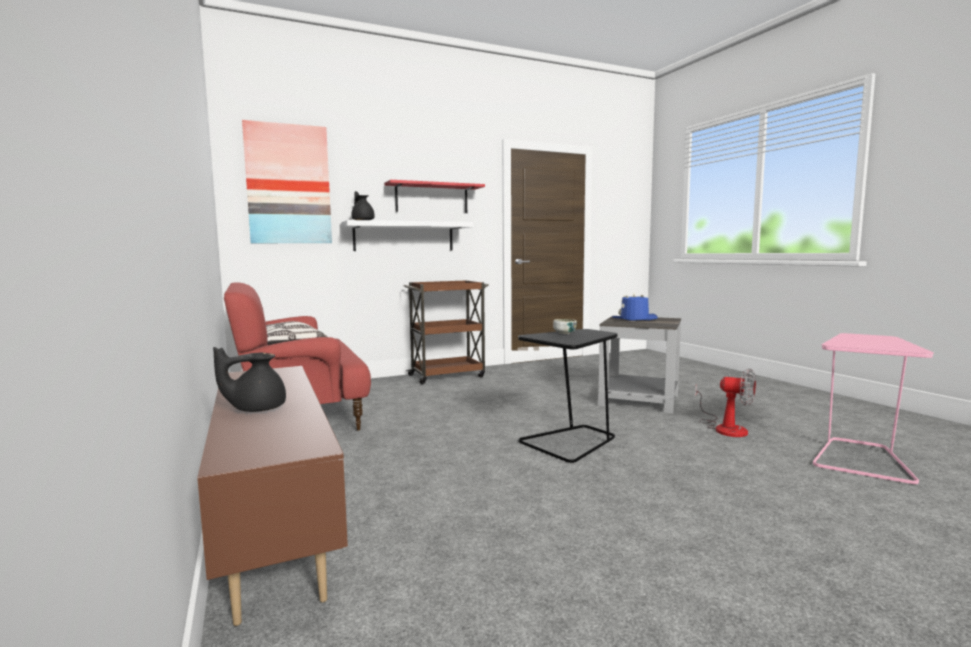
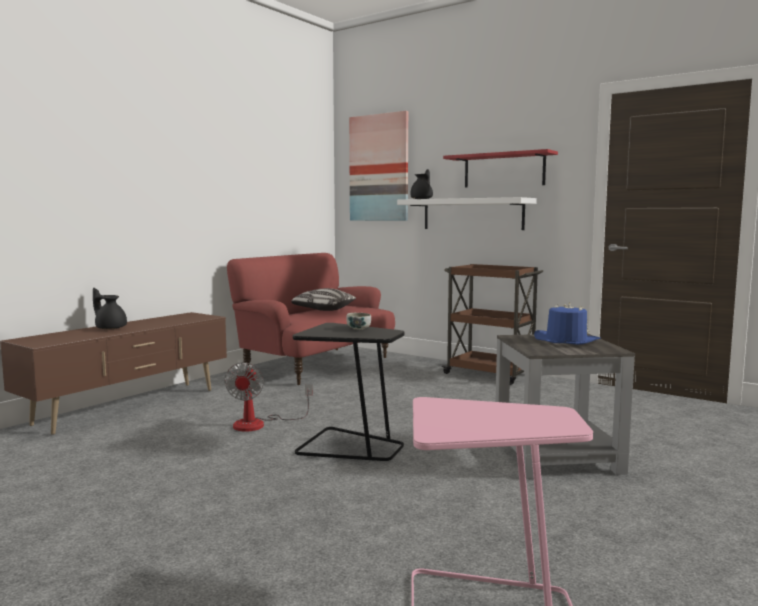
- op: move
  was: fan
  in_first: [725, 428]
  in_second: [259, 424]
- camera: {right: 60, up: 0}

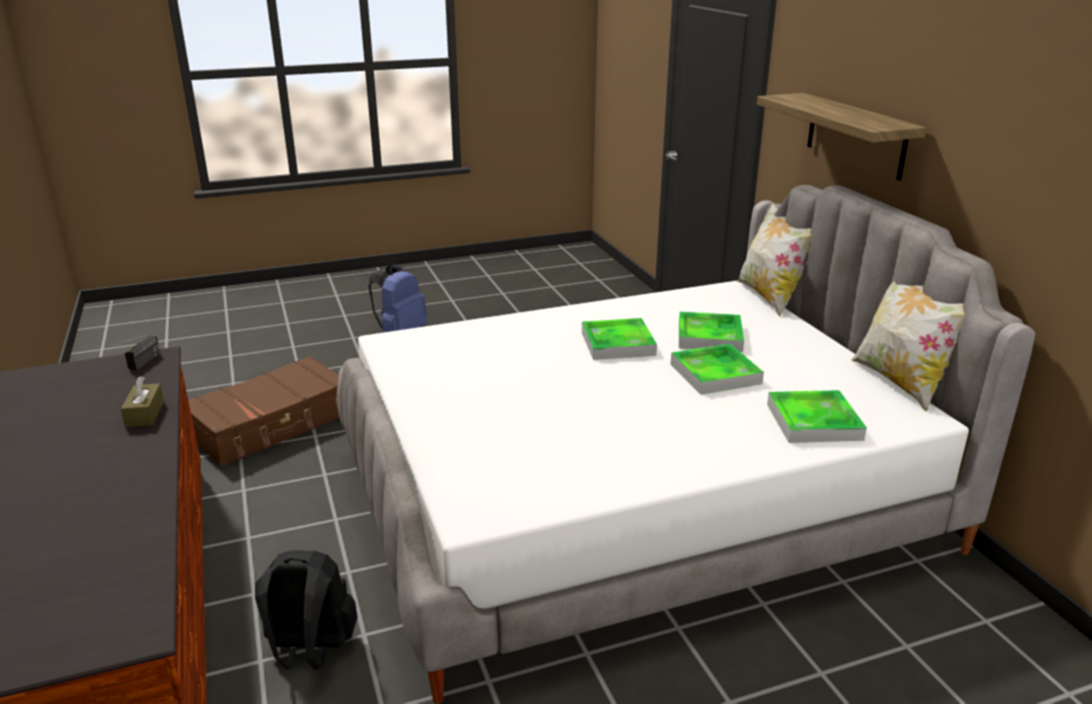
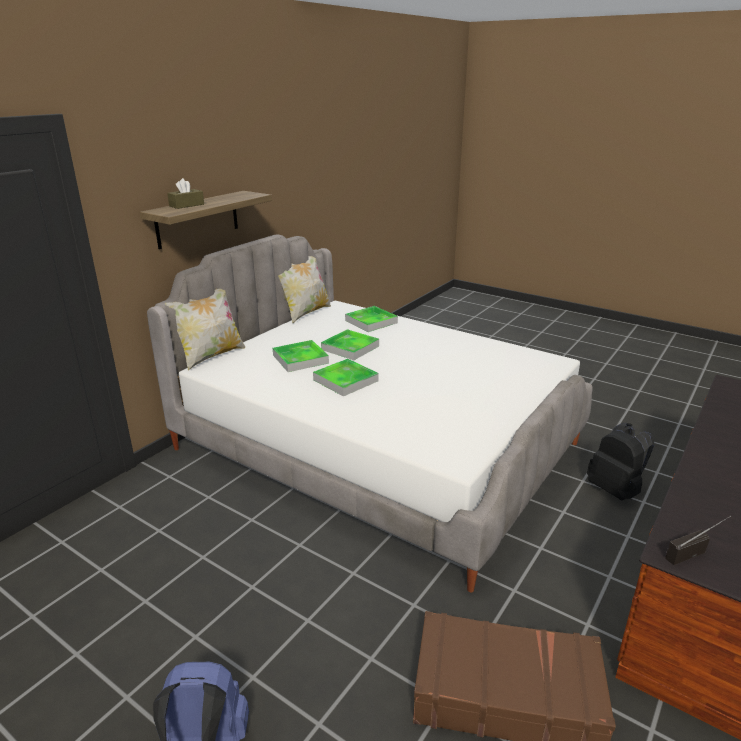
- op: move
  was: tissue box in brown
  in_first: [145, 414]
  in_second: [186, 205]
- camera: {right: -125, up: 0}

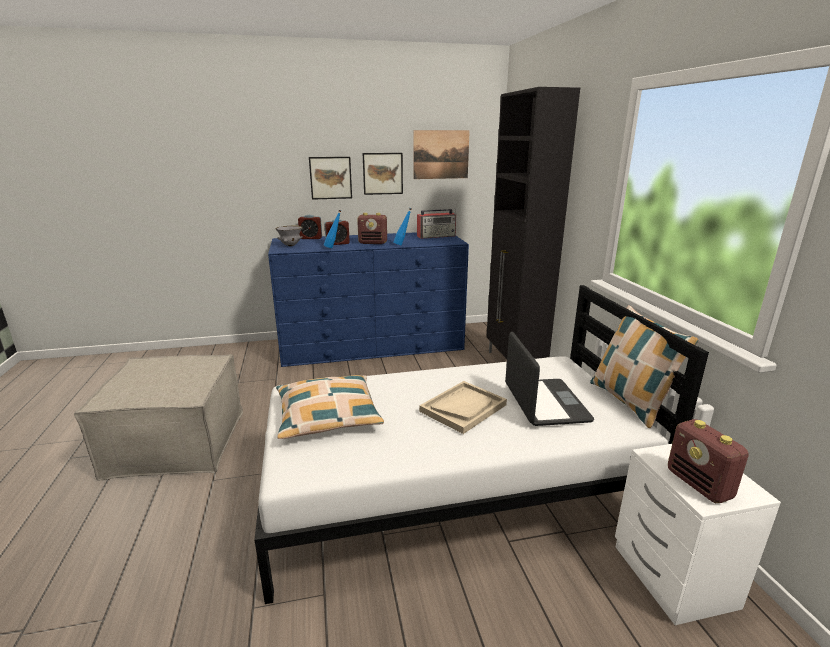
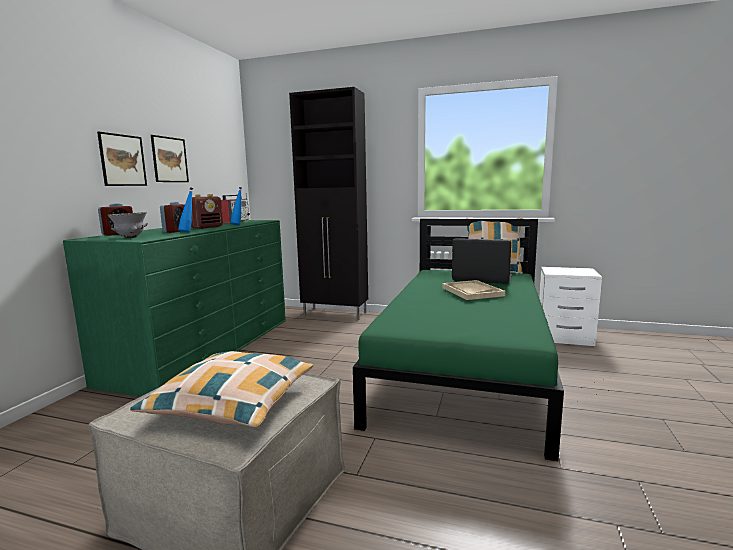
- op: recolor
  was: dresser in blue
  now: dresser in green
  in_first: [372, 344]
  in_second: [205, 348]
- op: move
  was: pillow
  in_first: [327, 415]
  in_second: [233, 401]
- op: recolor
  was: bed in white
  now: bed in green
  in_first: [452, 490]
  in_second: [465, 366]
- op: delete
  was: picture
  in_first: [441, 154]
- op: delete
  was: radio
  in_first: [699, 485]
- camera: {right: -60, up: -10}

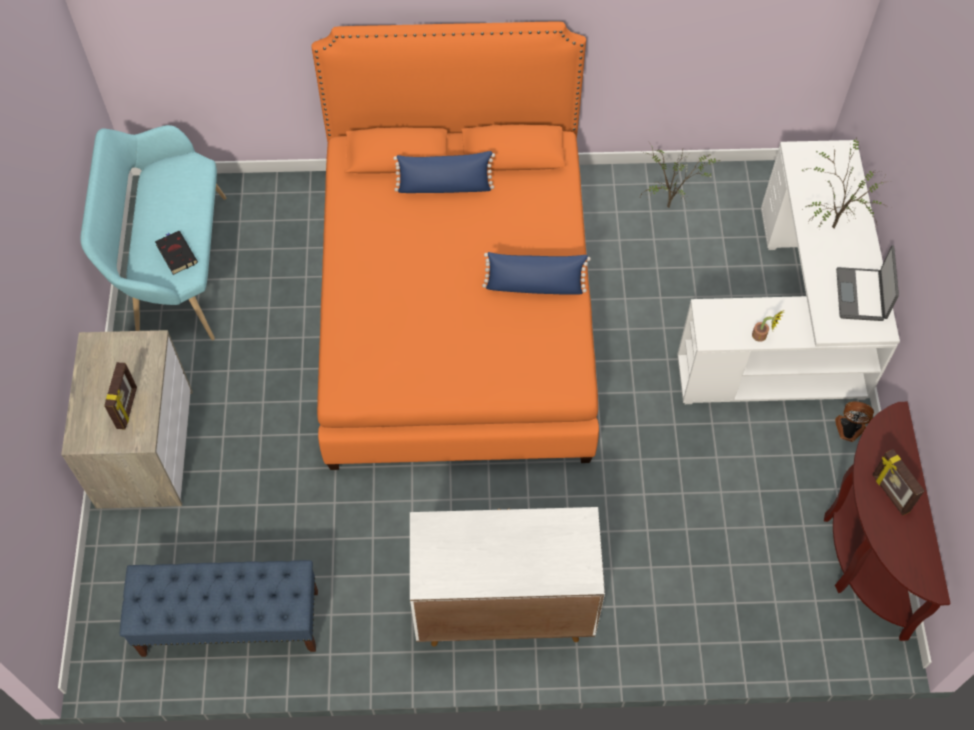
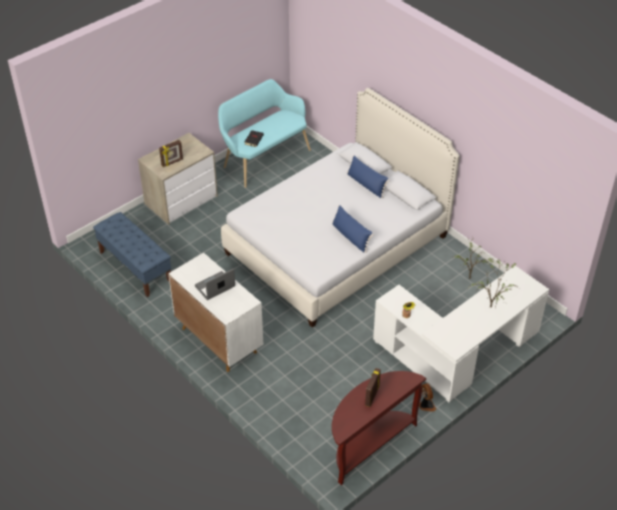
- op: move
  was: laptop
  in_first: [862, 295]
  in_second: [215, 287]
- op: recolor
  was: bed in orange
  now: bed in white
  in_first: [455, 310]
  in_second: [337, 244]
- camera: {right: 50, up: -15}

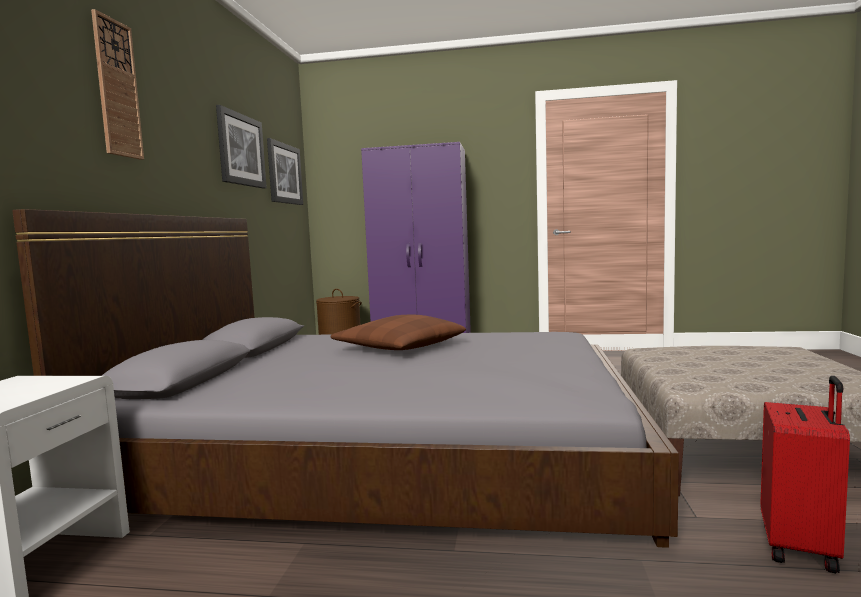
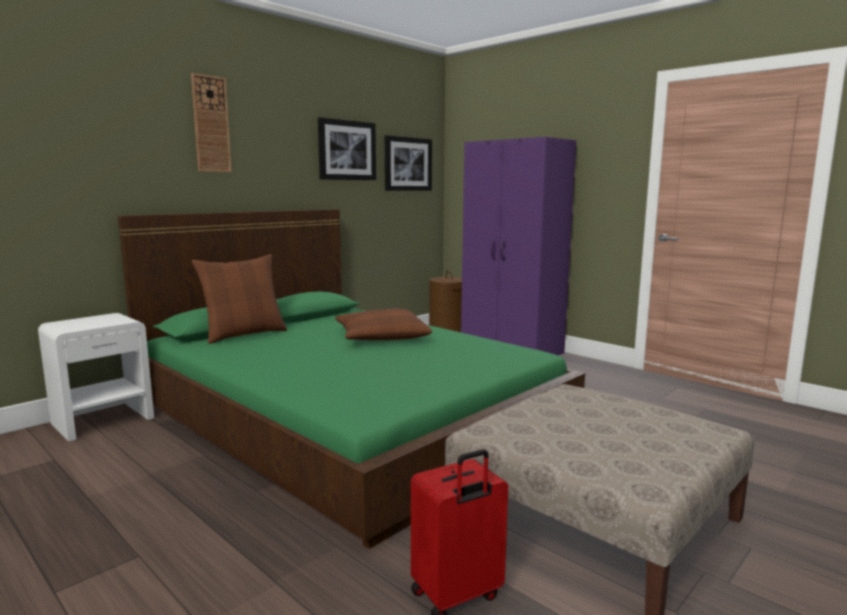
- op: recolor
  was: bed in grey
  now: bed in green
  in_first: [387, 446]
  in_second: [346, 414]
- op: insert
  now: pillow in brown
  in_second: [244, 334]
- camera: {right: 35, up: 5}

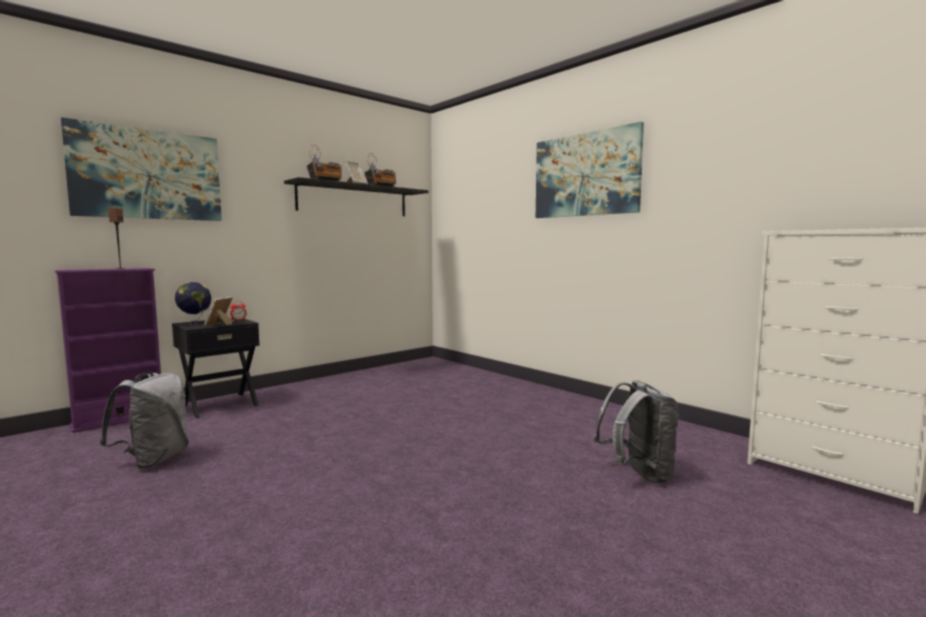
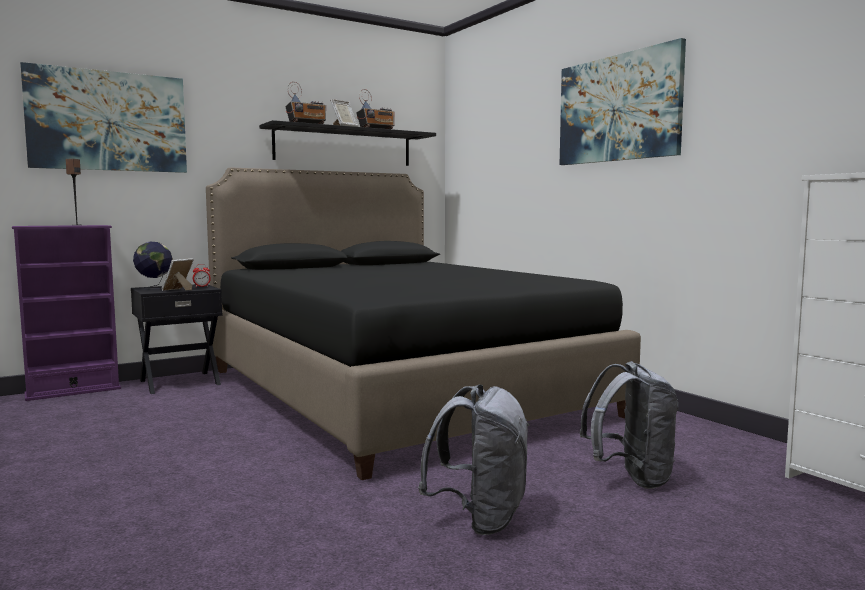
- op: insert
  now: bed in black
  in_second: [397, 391]
- op: move
  was: backpack in grey
  in_first: [154, 460]
  in_second: [480, 519]
- camera: {right: 10, up: 0}

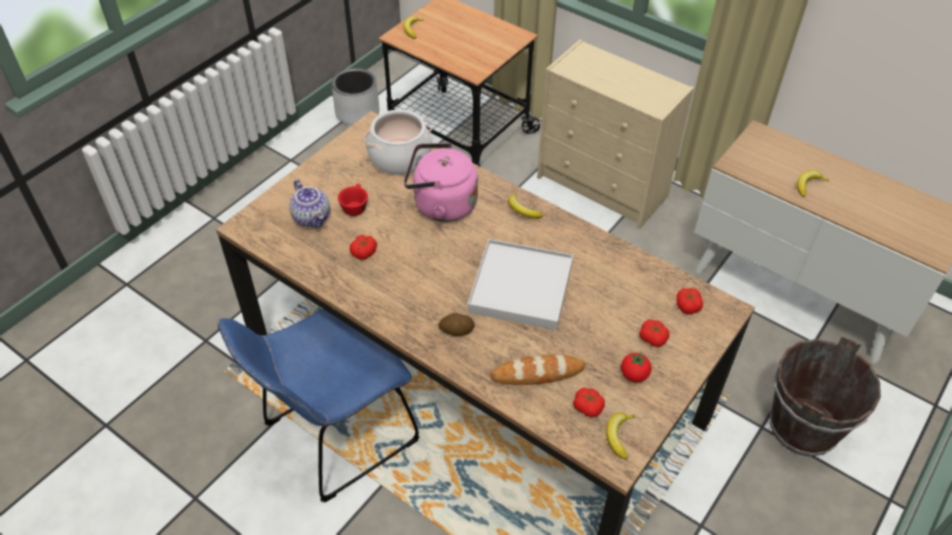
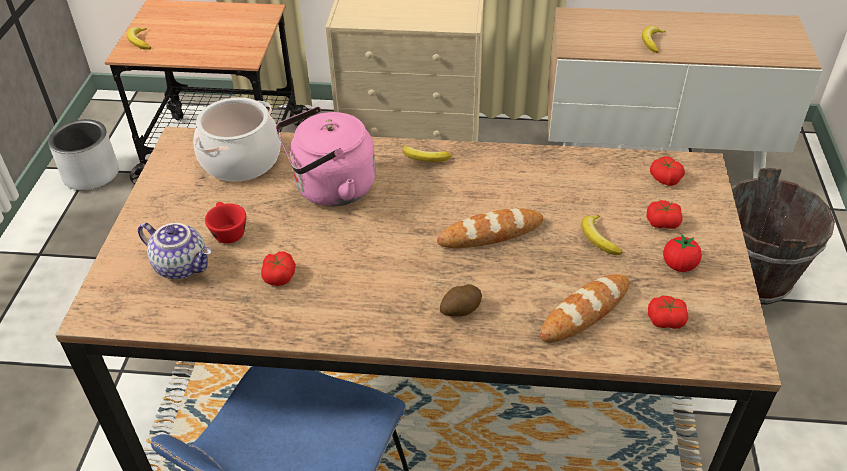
- op: replace
  was: tray in white
  now: bread
  in_first: [521, 287]
  in_second: [490, 233]
- op: move
  was: banana
  in_first: [618, 436]
  in_second: [598, 239]
- camera: {right: -30, up: -5}

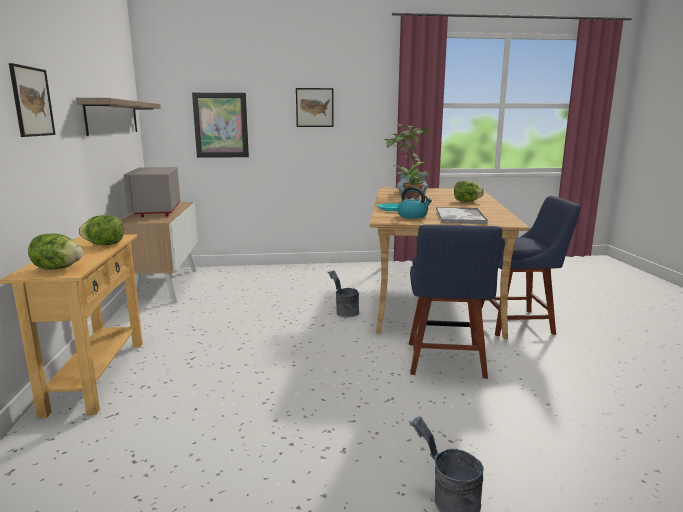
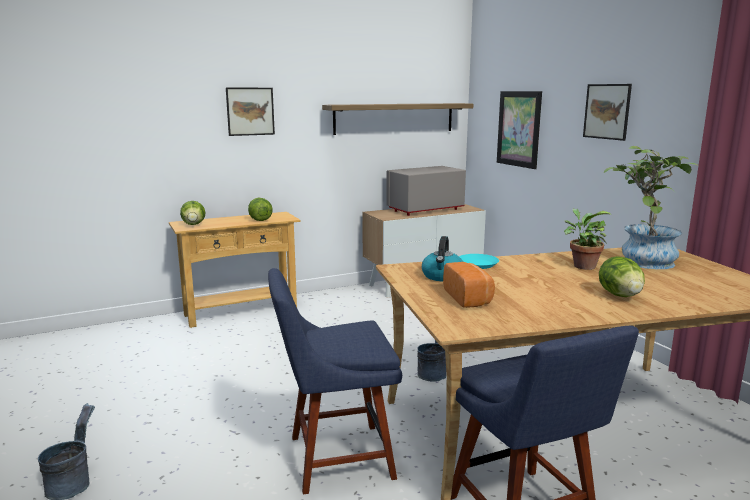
- op: replace
  was: tray
  now: bread
  in_first: [460, 217]
  in_second: [469, 298]
- camera: {right: 70, up: 0}

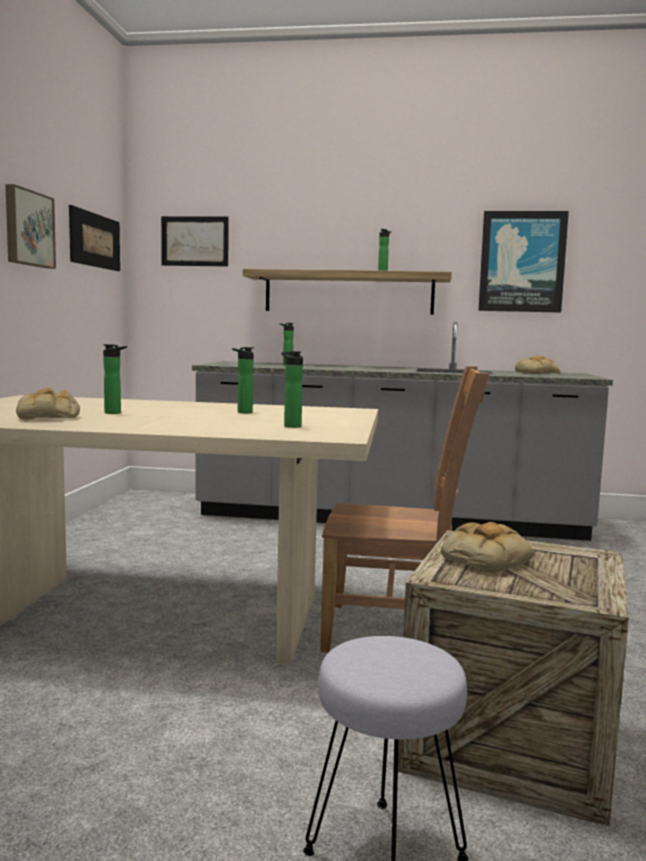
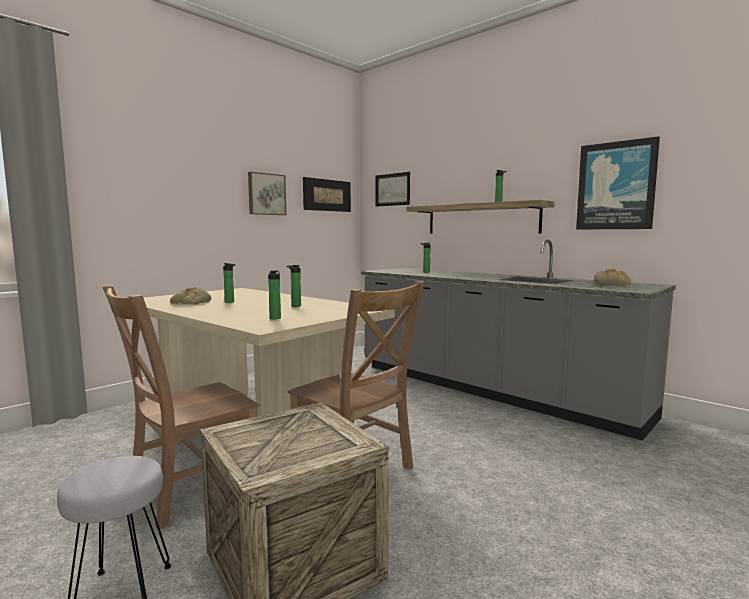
- op: insert
  now: chair in brown
  in_second: [189, 489]
- op: delete
  was: bread
  in_first: [485, 559]
- camera: {right: 35, up: 0}

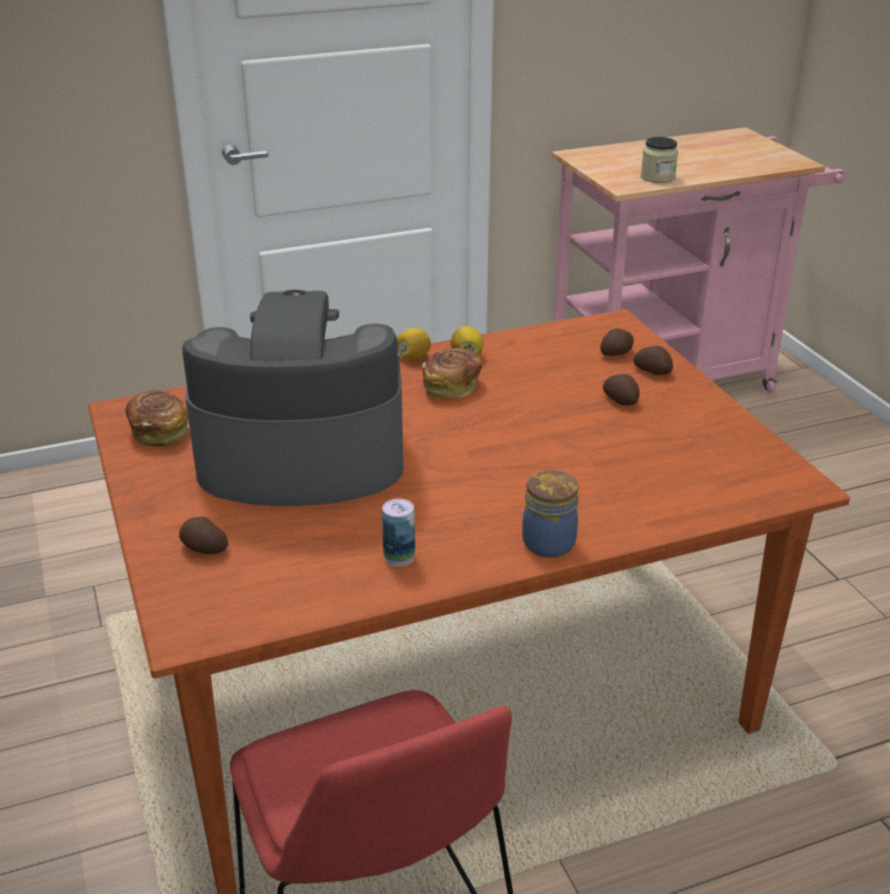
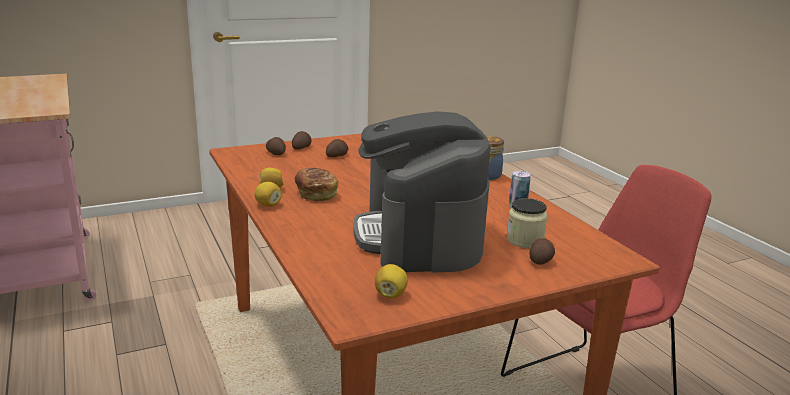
- op: replace
  was: bread
  now: lemon
  in_first: [159, 431]
  in_second: [390, 294]
- op: move
  was: jar
  in_first: [657, 177]
  in_second: [524, 240]
- camera: {right: -95, up: -10}

